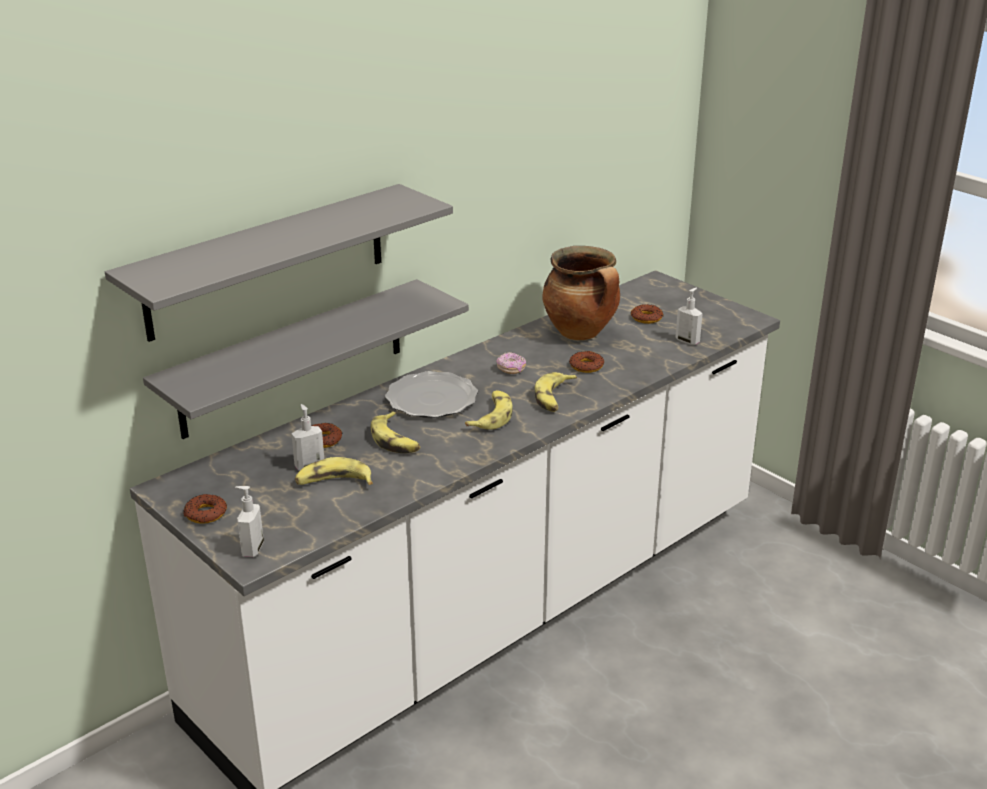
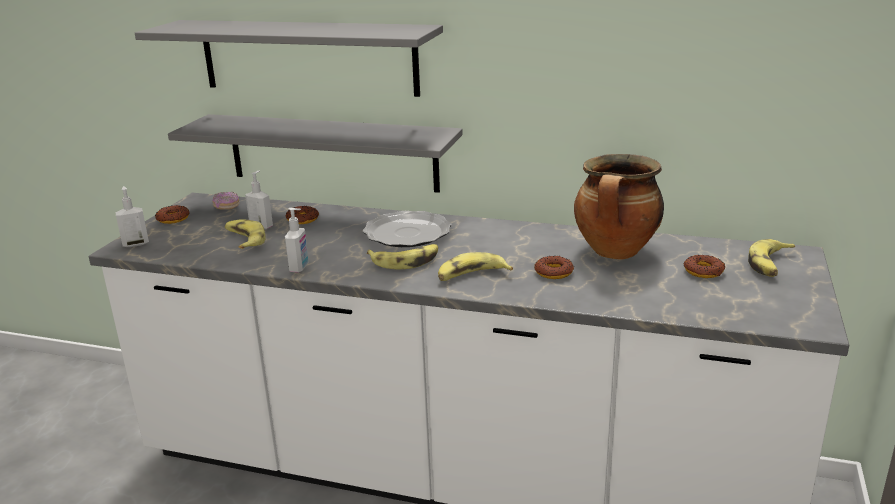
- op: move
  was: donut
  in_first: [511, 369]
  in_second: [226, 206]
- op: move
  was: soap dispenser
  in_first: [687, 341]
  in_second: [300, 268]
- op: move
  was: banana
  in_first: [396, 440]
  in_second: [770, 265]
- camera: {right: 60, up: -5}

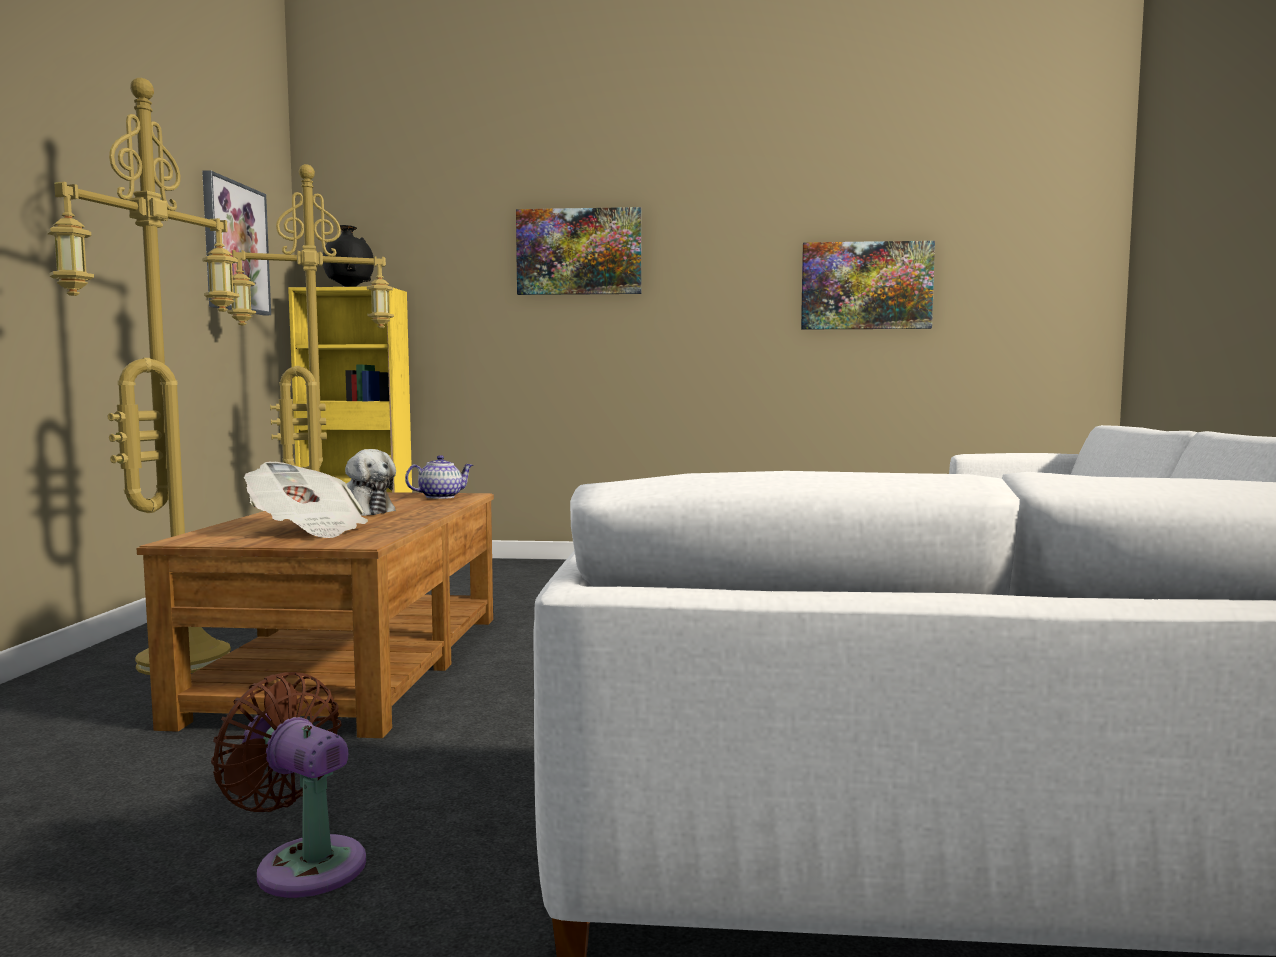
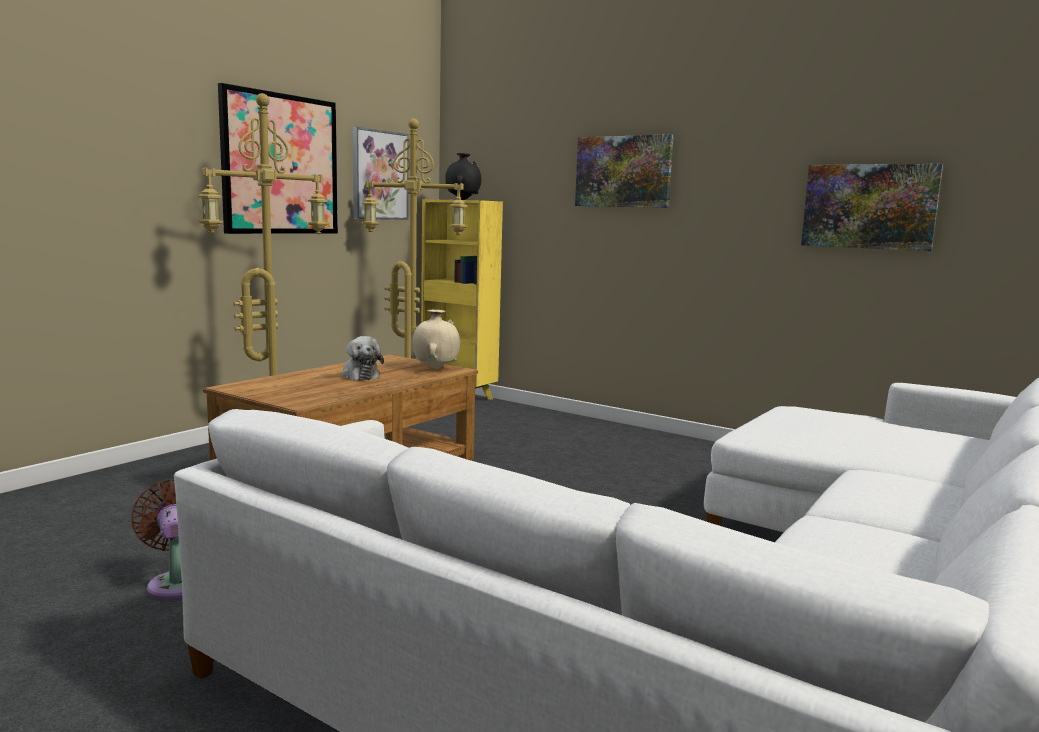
- op: insert
  now: picture
  in_second: [280, 164]
- op: replace
  was: teapot
  now: vase in beige
  in_first: [440, 497]
  in_second: [436, 369]
- op: delete
  was: newspaper
  in_first: [308, 530]
- camera: {right: 30, up: 5}

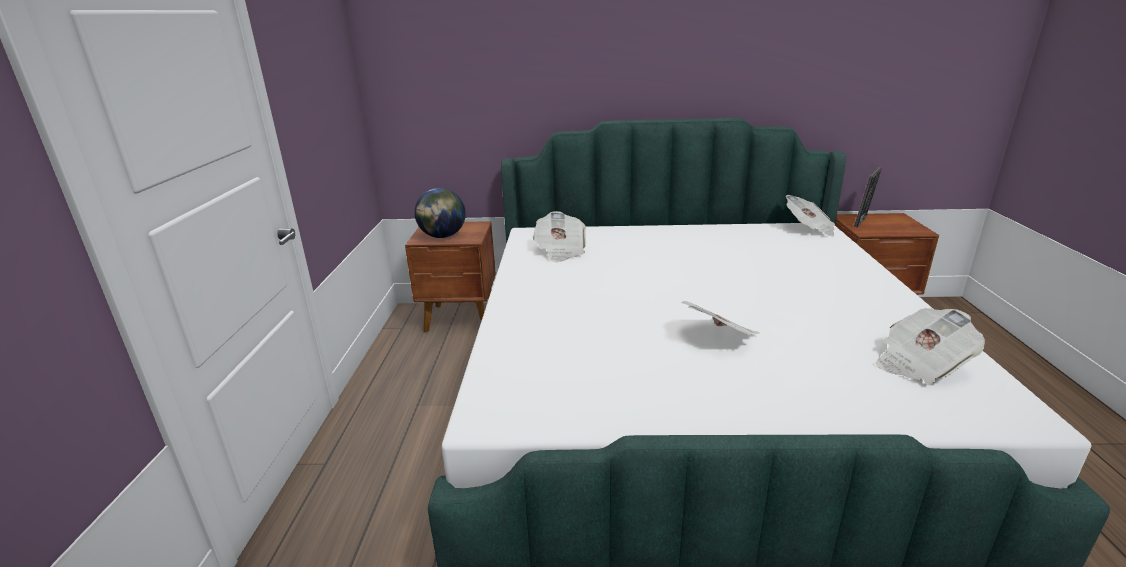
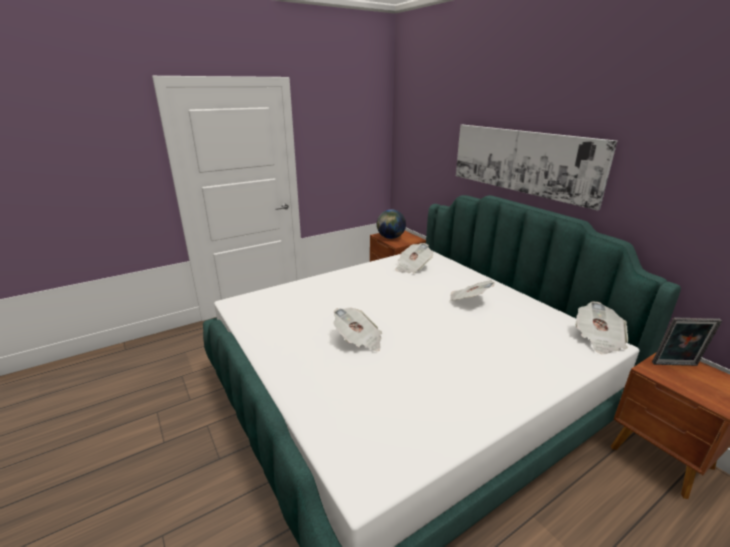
- op: move
  was: newspaper
  in_first: [919, 364]
  in_second: [468, 300]
- op: insert
  now: picture
  in_second: [522, 161]
- camera: {right: 55, up: 0}

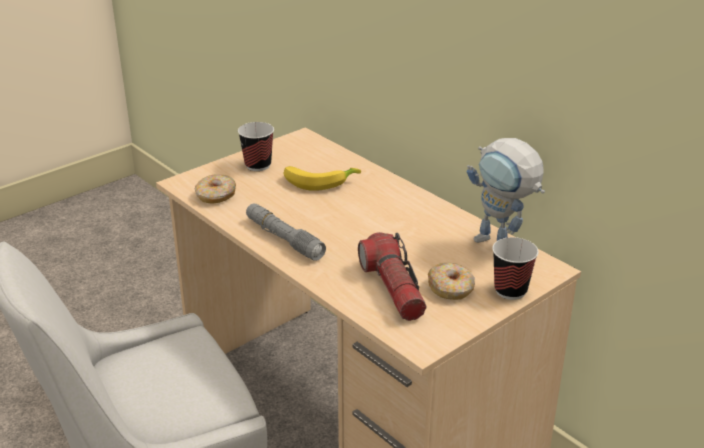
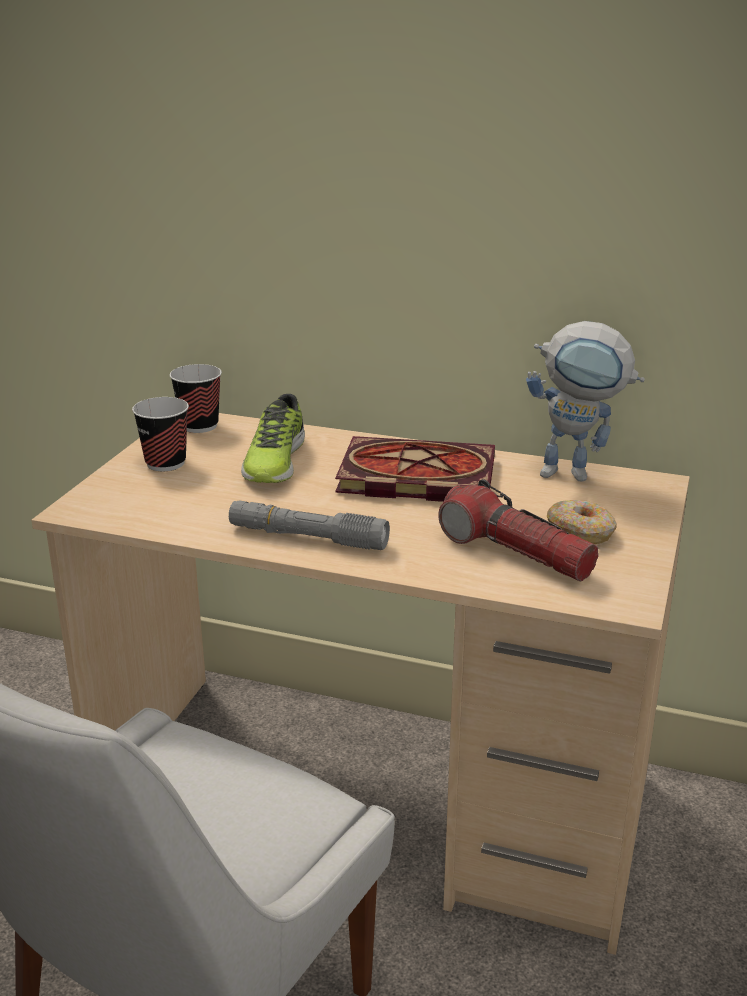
- op: move
  was: cup
  in_first: [510, 290]
  in_second: [199, 426]
- op: replace
  was: banana
  now: shoe
  in_first: [319, 181]
  in_second: [274, 462]
- op: insert
  now: book
  in_second: [412, 477]
- op: delete
  was: donut
  in_first: [216, 196]
- camera: {right: -30, up: -5}

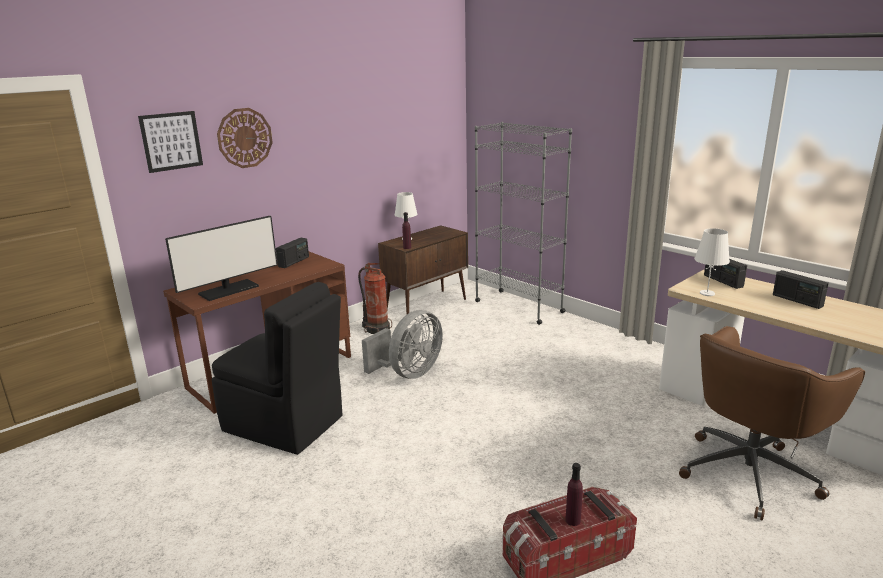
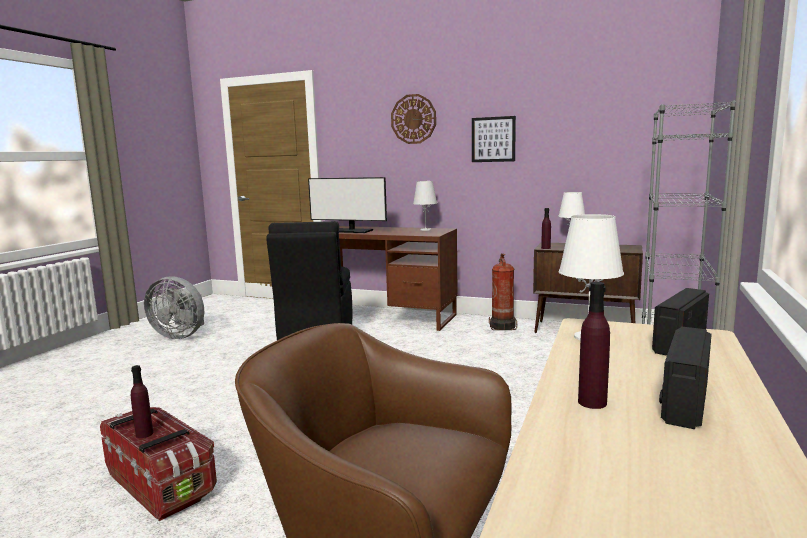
- op: move
  was: fan in grey
  in_first: [409, 373]
  in_second: [180, 335]
- op: replace
  was: radio
  now: table lamp in white
  in_first: [294, 262]
  in_second: [425, 230]
- op: move
  was: picture
  in_first: [171, 141]
  in_second: [493, 139]
- op: insert
  now: bottle in purple
  in_second: [592, 402]
- camera: {right: 65, up: -10}

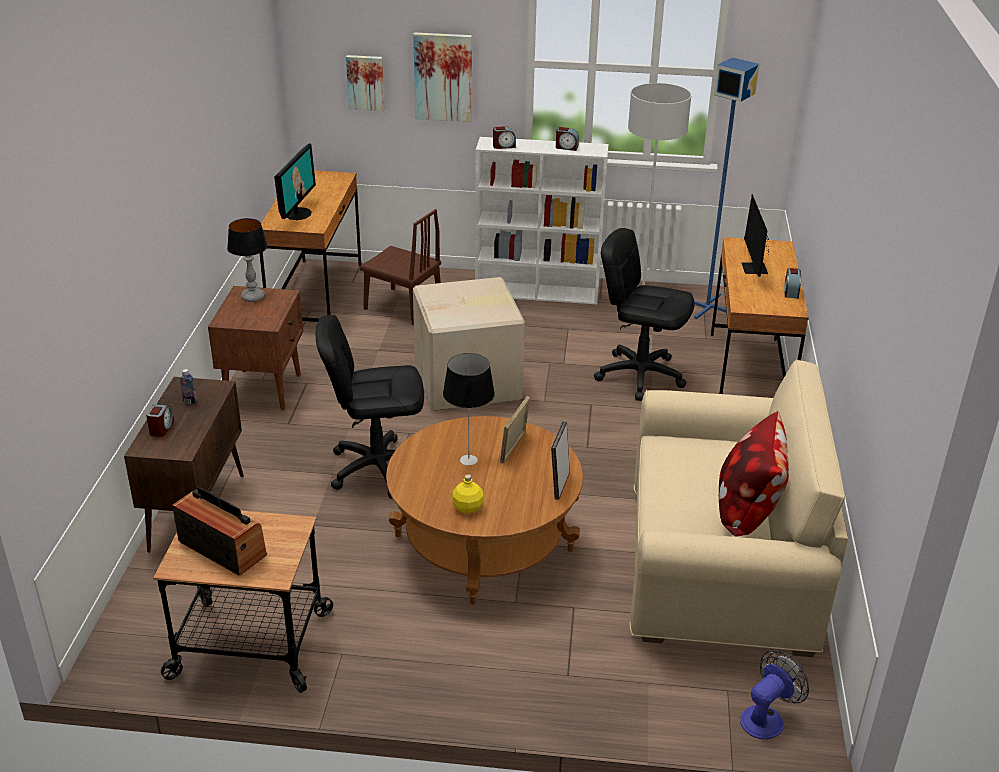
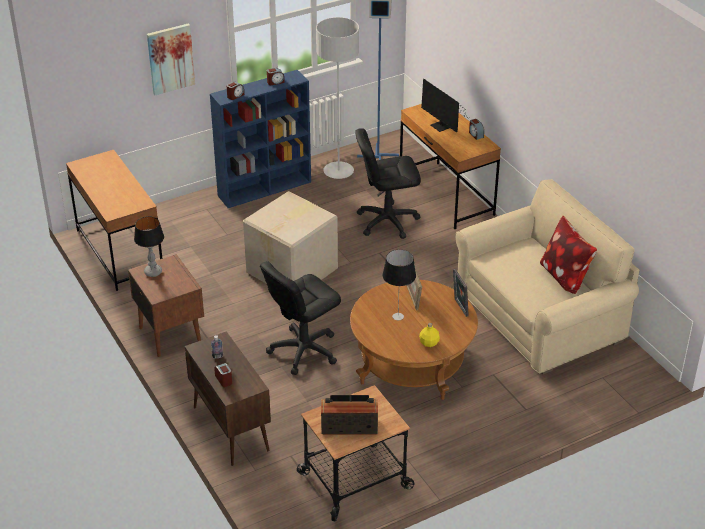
- op: recolor
  was: bookcase in white
  now: bookcase in blue
  in_first: [538, 292]
  in_second: [265, 188]
- op: delete
  was: monitor
  in_first: [297, 213]
- op: delete
  was: picture
  in_first: [365, 82]
- op: delete
  was: chair in brown
  in_first: [402, 306]
- op: delete
  was: fan
  in_first: [767, 717]
- camera: {right: -35, up: 5}

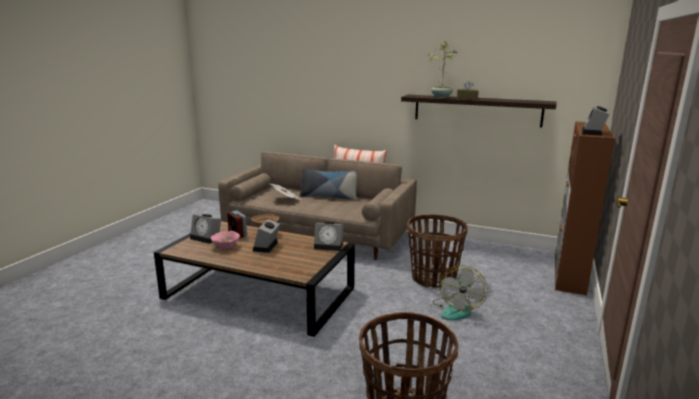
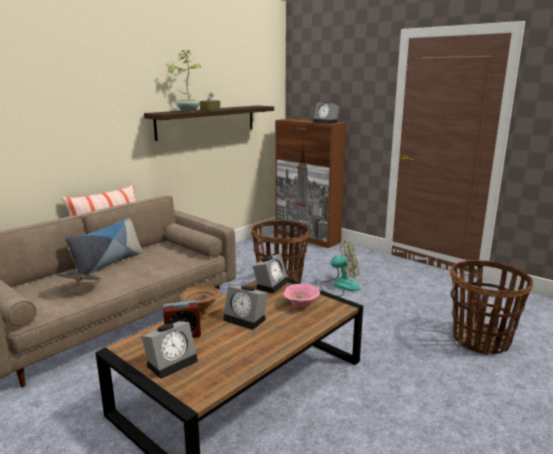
- op: move
  was: bowl in pink
  in_first: [225, 247]
  in_second: [301, 305]
- op: rotate
  was: fan
  in_first: [457, 309]
  in_second: [339, 286]
  clockwise: -45
- camera: {right: -70, up: 0}

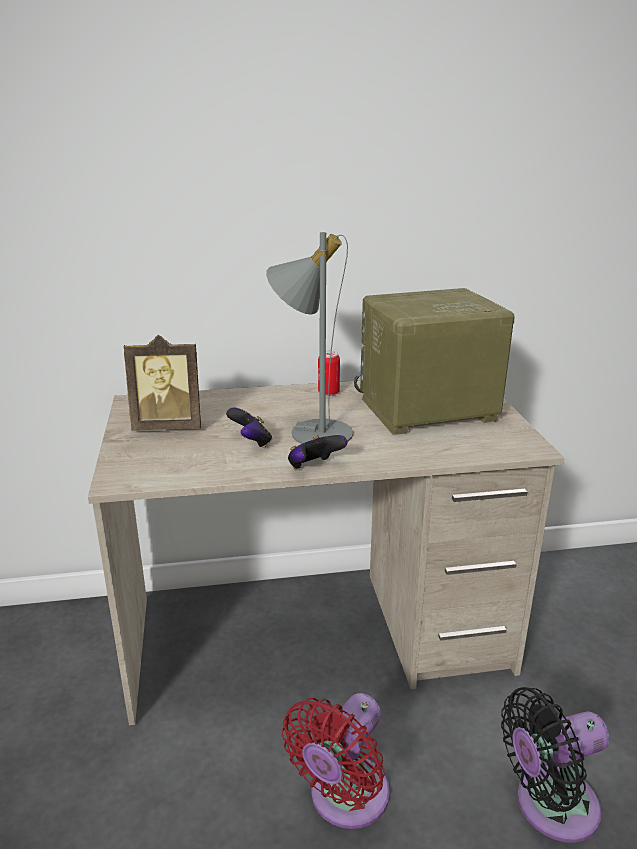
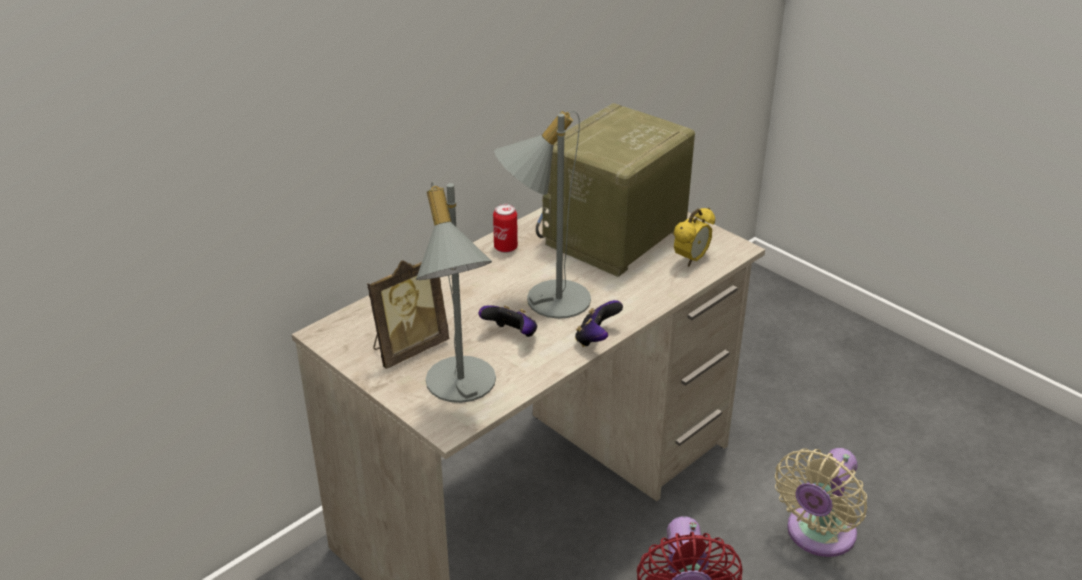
- op: insert
  now: table lamp in grey
  in_second: [460, 389]
- op: insert
  now: alarm clock
  in_second: [691, 260]
- op: recolor
  was: fan in black
  now: fan in beige
  in_first: [549, 806]
  in_second: [817, 535]
- camera: {right: -35, up: 10}

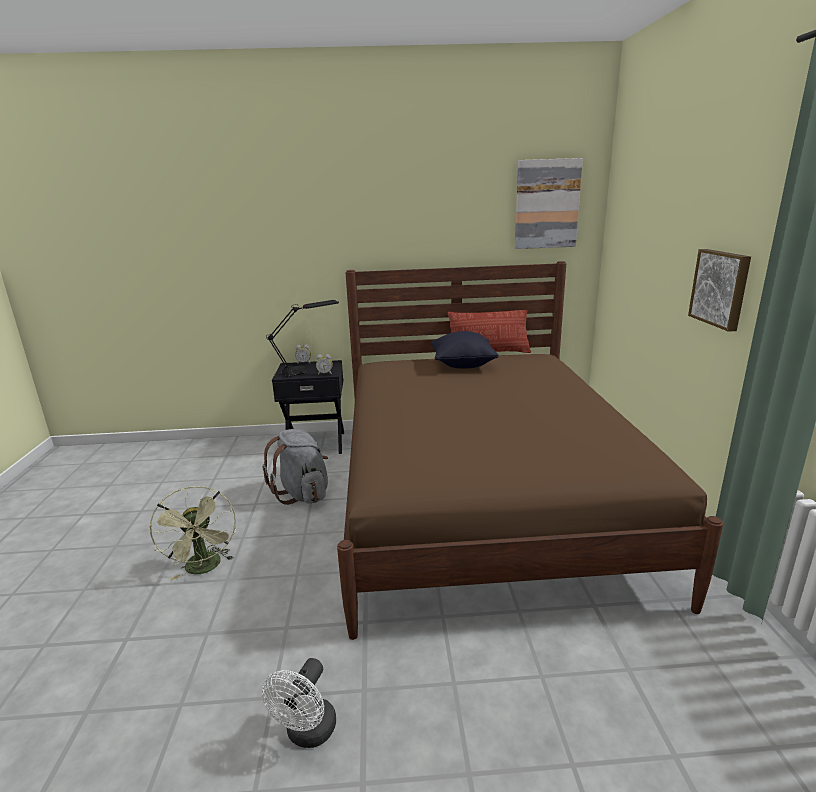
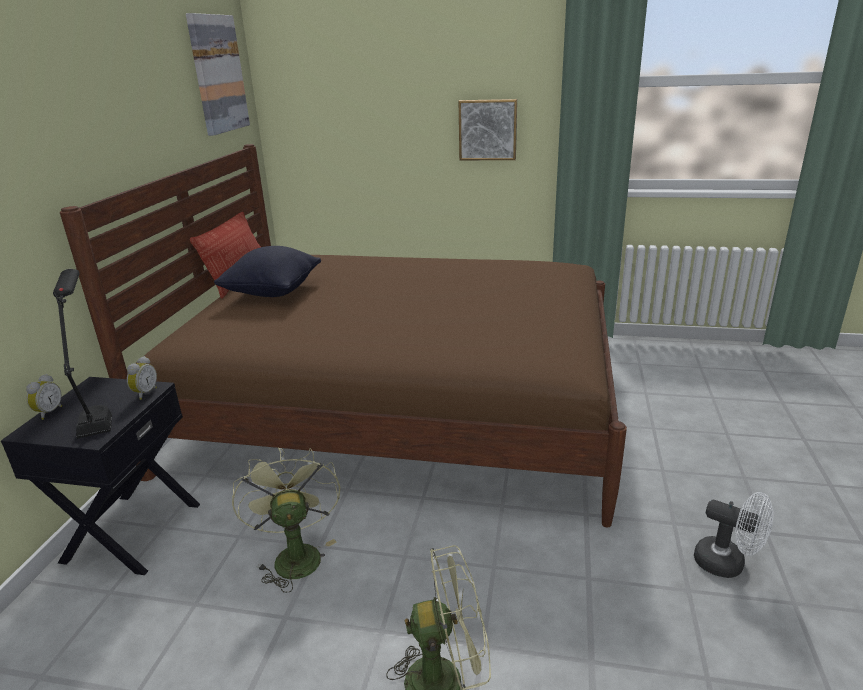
- op: replace
  was: backpack in grey
  now: fan in green
  in_first: [303, 494]
  in_second: [294, 554]
- camera: {right: -75, up: 5}

